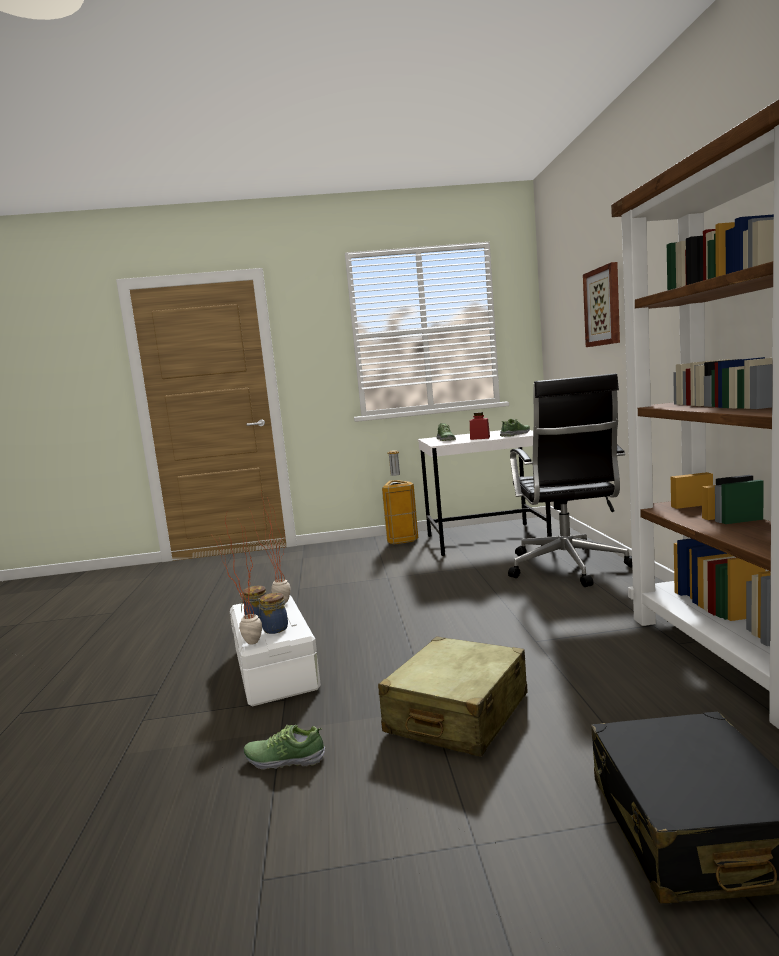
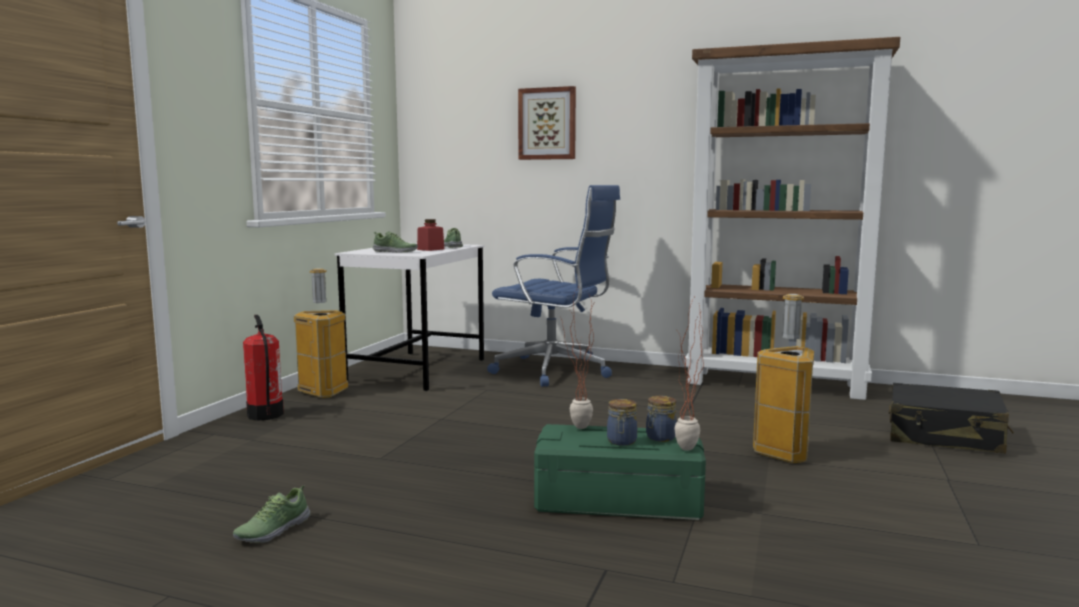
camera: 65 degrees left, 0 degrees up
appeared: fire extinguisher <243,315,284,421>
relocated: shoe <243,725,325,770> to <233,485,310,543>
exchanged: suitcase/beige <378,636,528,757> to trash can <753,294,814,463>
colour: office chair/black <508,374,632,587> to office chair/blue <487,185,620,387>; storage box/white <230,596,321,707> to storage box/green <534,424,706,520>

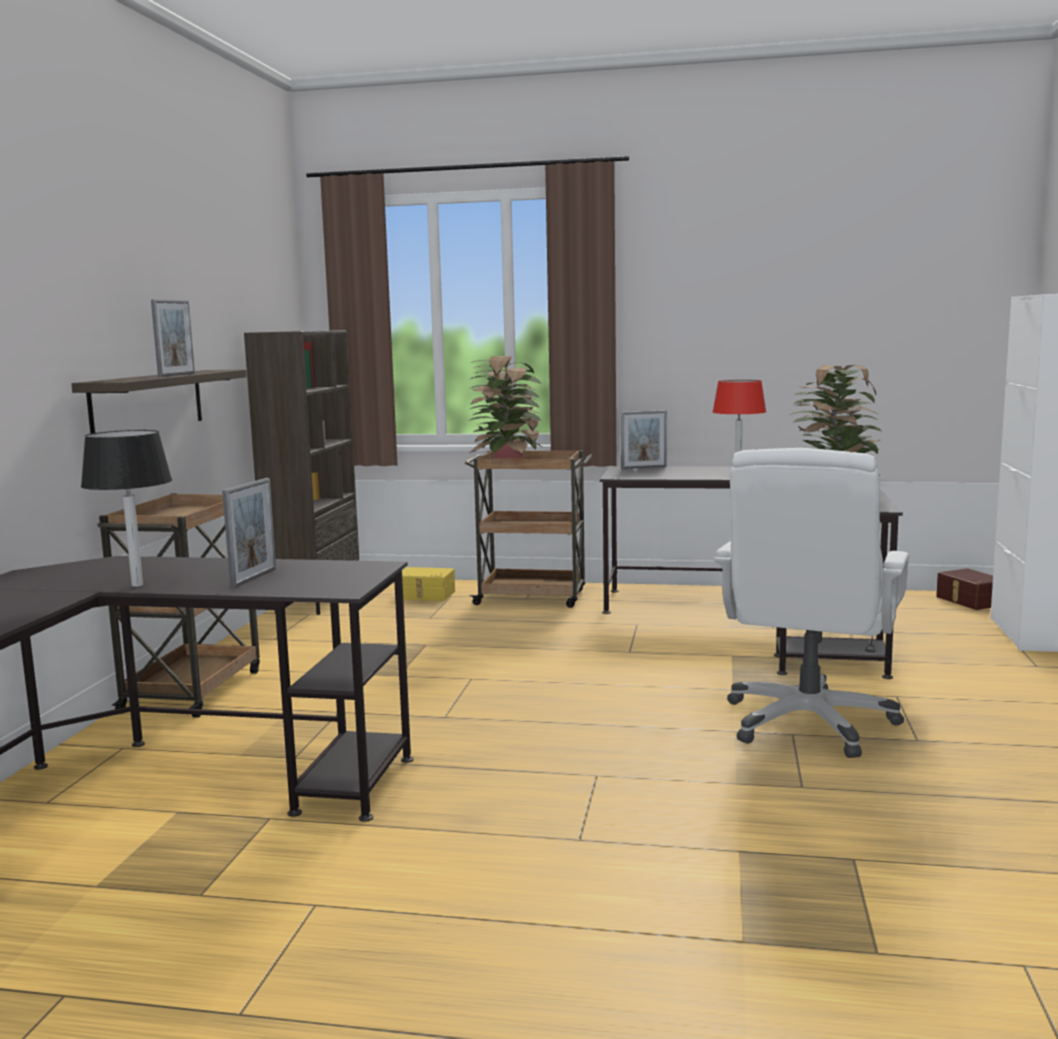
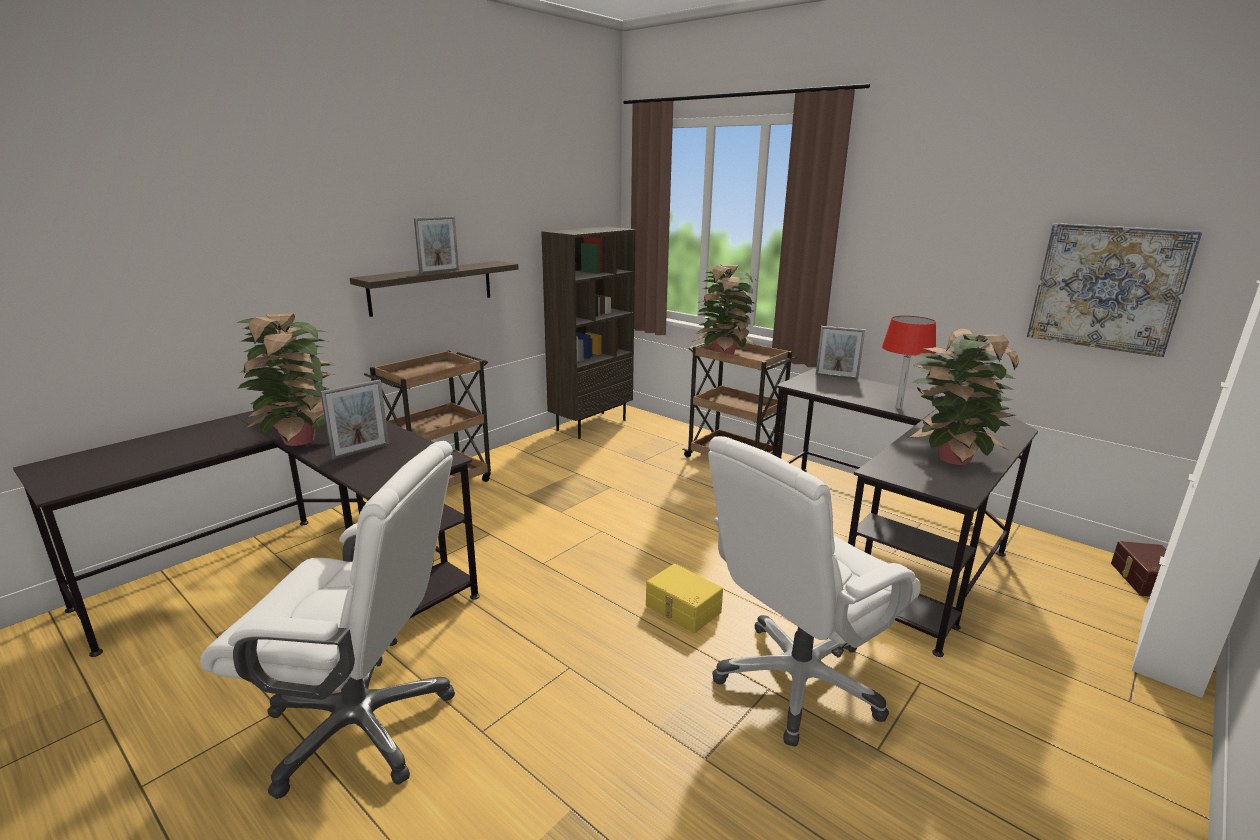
camera: 30 degrees right, 10 degrees up
appeared: office chair/white <200,441,455,799>; picture <1027,223,1203,357>
relocated: storage box/yellow <402,567,455,601> to <646,564,723,633>
exchanged: table lamp/black <81,430,172,587> to potted plant <237,313,335,446>

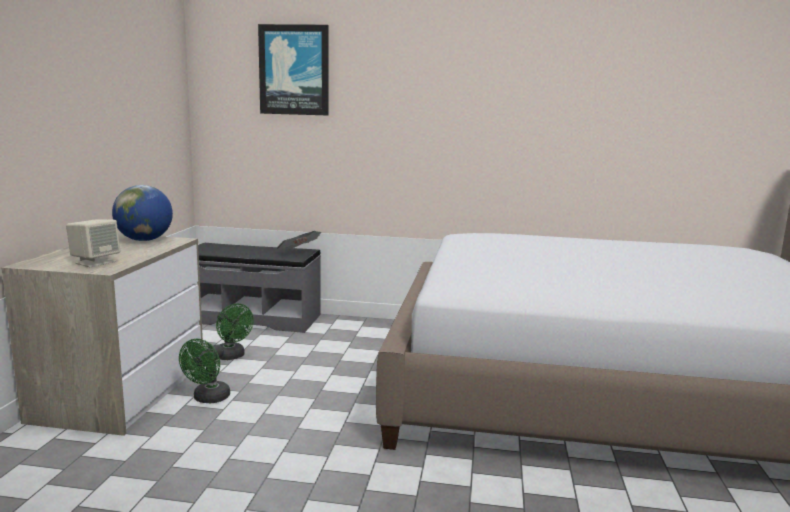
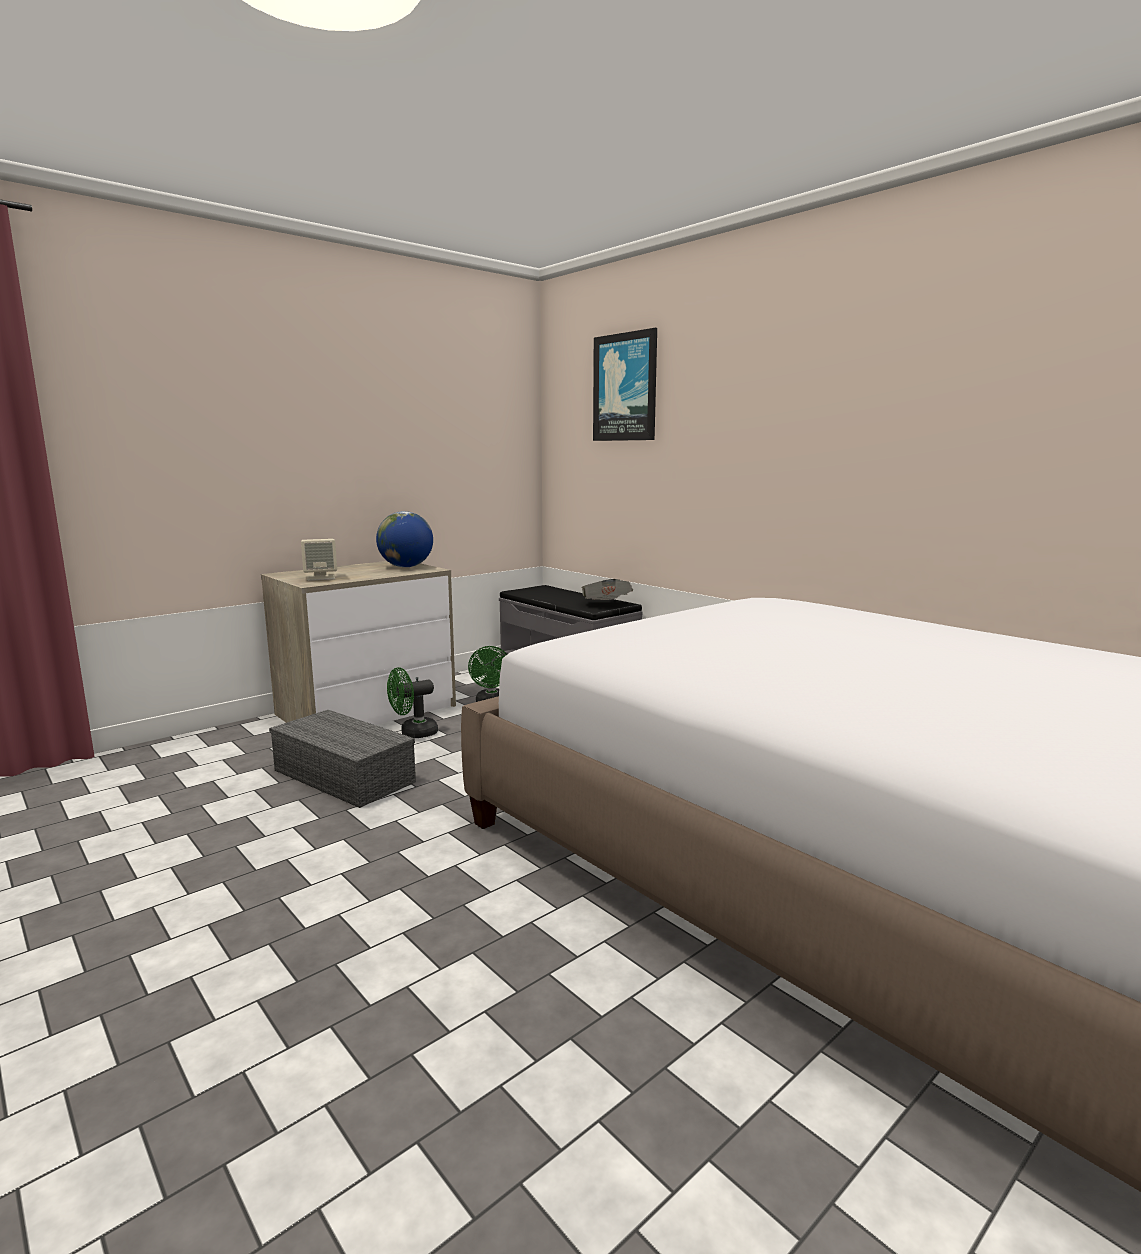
camera: 40 degrees right, 0 degrees up
appeared: storage box/grey <269,710,416,808>

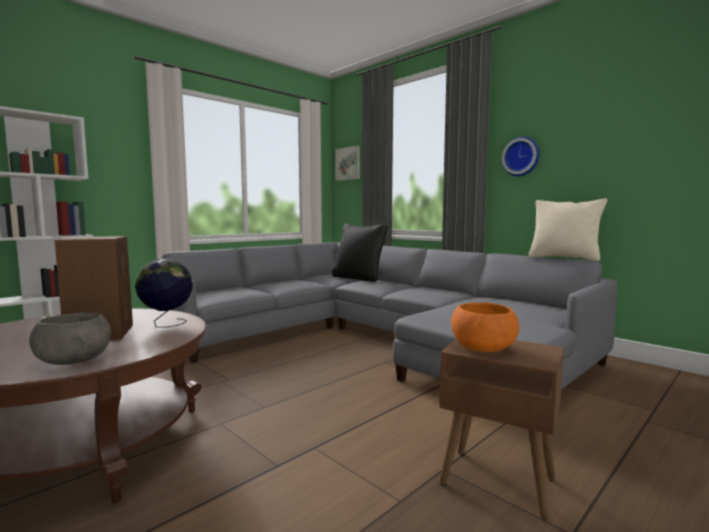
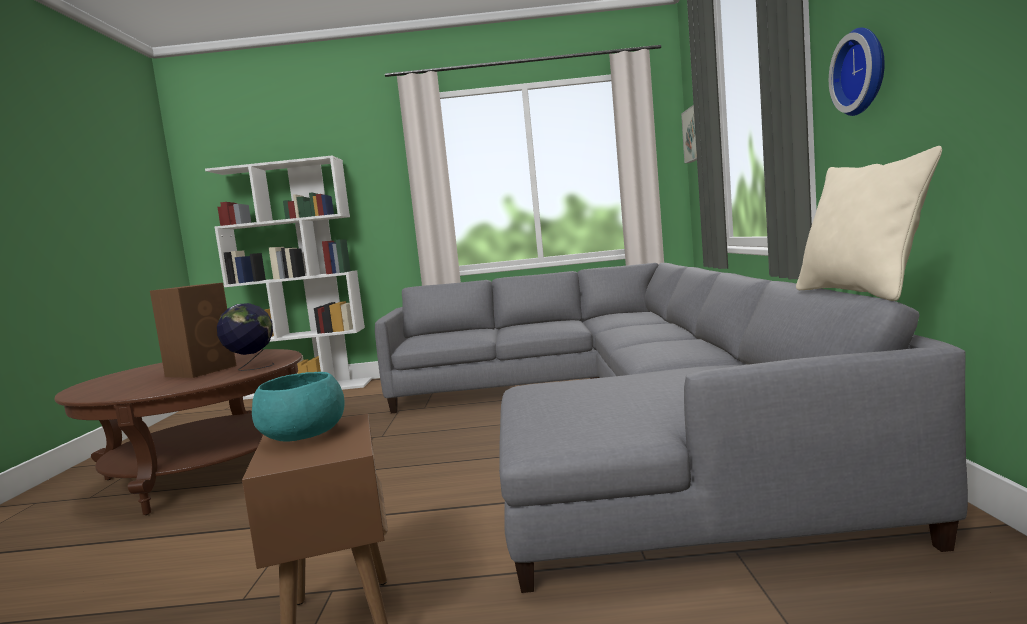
camera: 45 degrees right, 0 degrees up
missing: bowl/grey <29,313,111,365>; pillow/black <332,223,388,282>
colour: bowl/orange <451,302,519,352> to bowl/turquoise <252,372,344,442>

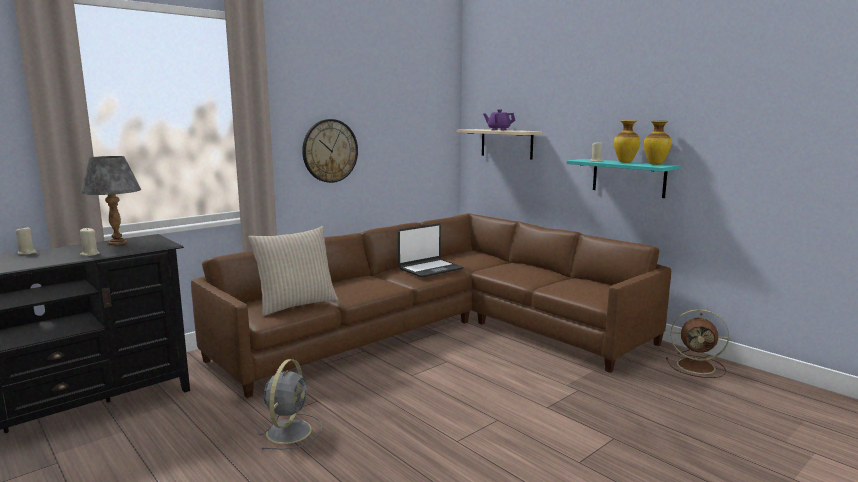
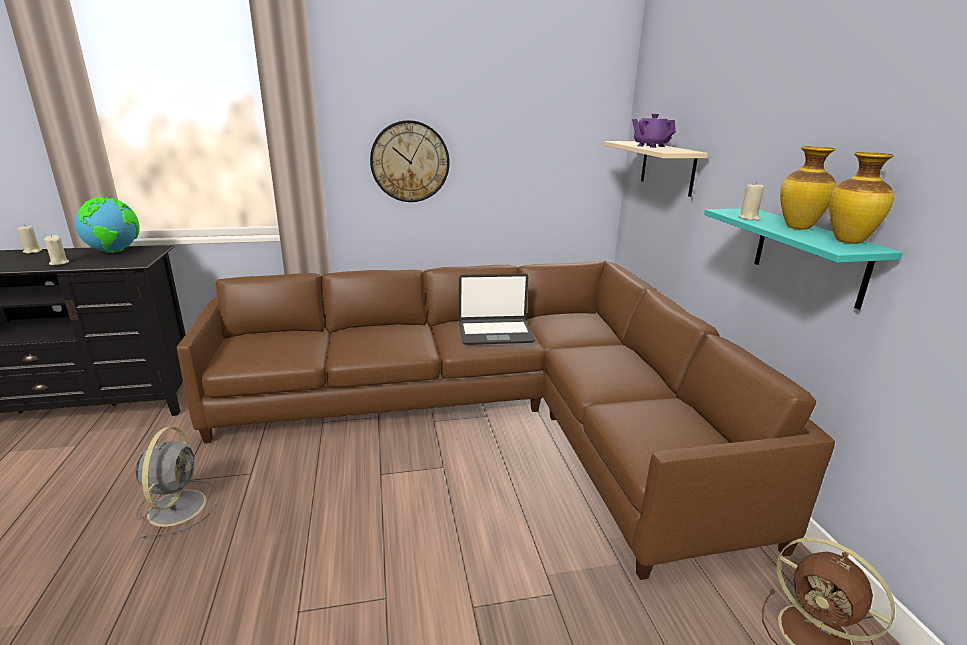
camera: 30 degrees right, 10 degrees up
missing: pillow/beige <248,226,339,316>
exchanged: table lamp/grey <80,156,141,245> to globe <75,197,140,253>
spun: fan/grey <258,359,322,450> = <135,427,219,538> 45 degrees counterclockwise

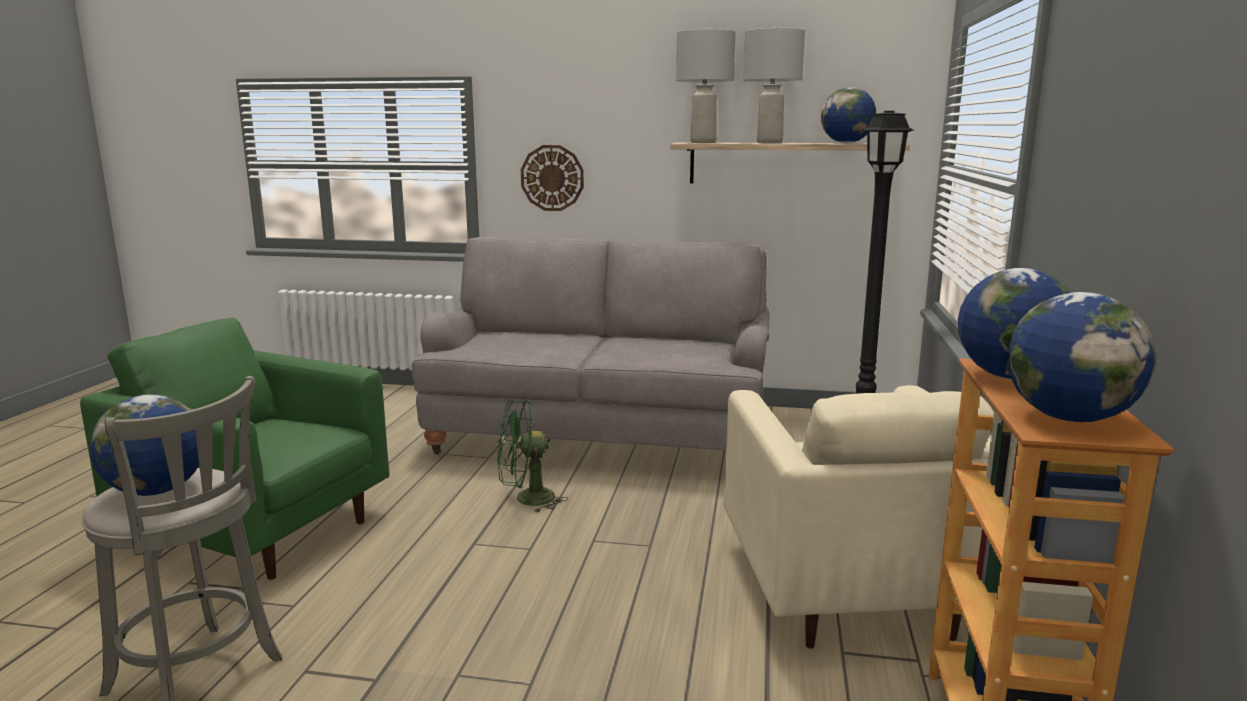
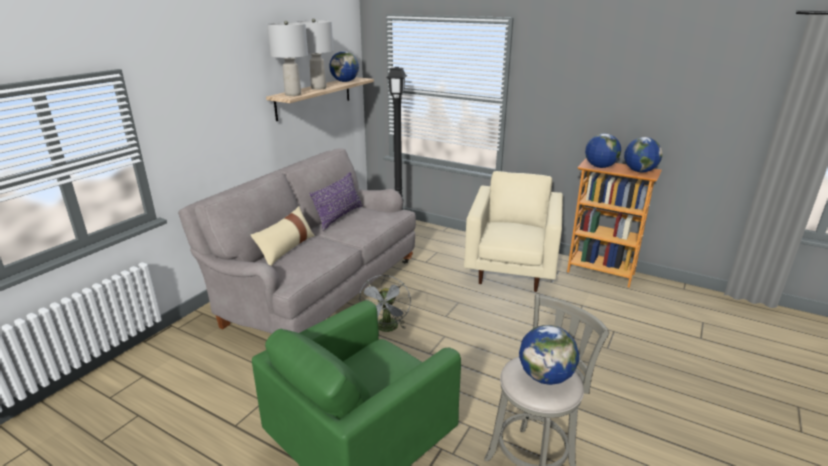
camera: 70 degrees left, 10 degrees up
missing: wall clock <521,145,584,211>
appeared: pillow/beige <251,206,315,266>; pillow/purple <310,172,363,231>
colour: fan/green <498,400,568,513> to fan/grey <359,275,411,332>
spun: armchair/beige <723,385,994,649> = <464,171,563,292> 90 degrees counterclockwise

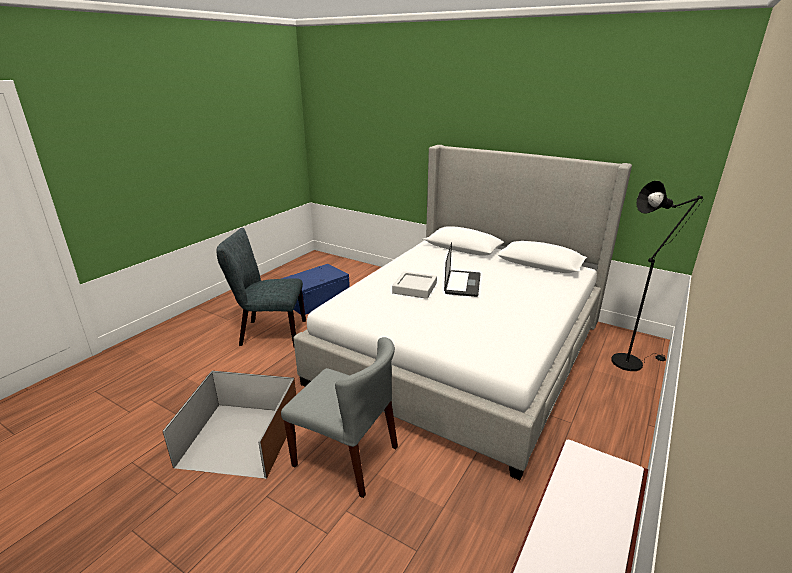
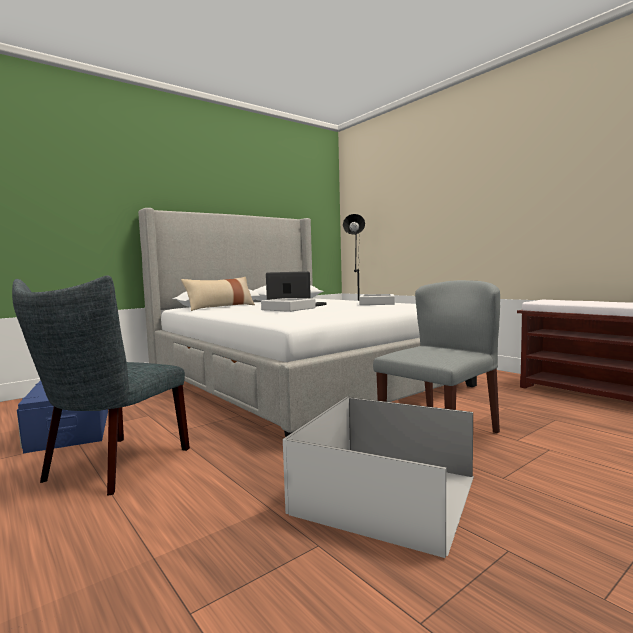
camera: 70 degrees left, 20 degrees down
appeared: pillow/beige <181,277,255,311>; tray/grey <359,294,395,305>
colour: storage box/brown <163,371,296,479> to storage box/white <283,396,474,558>

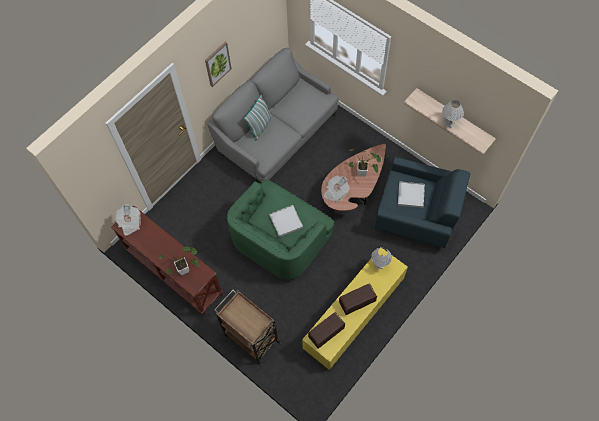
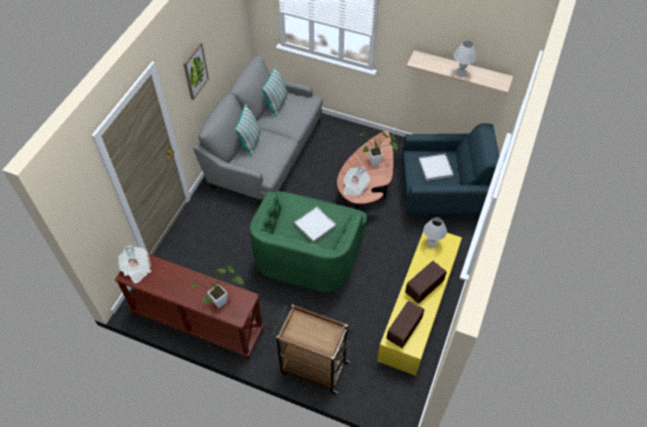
camera: 20 degrees left, 10 degrees down
appeared: pillow <262,66,288,117>

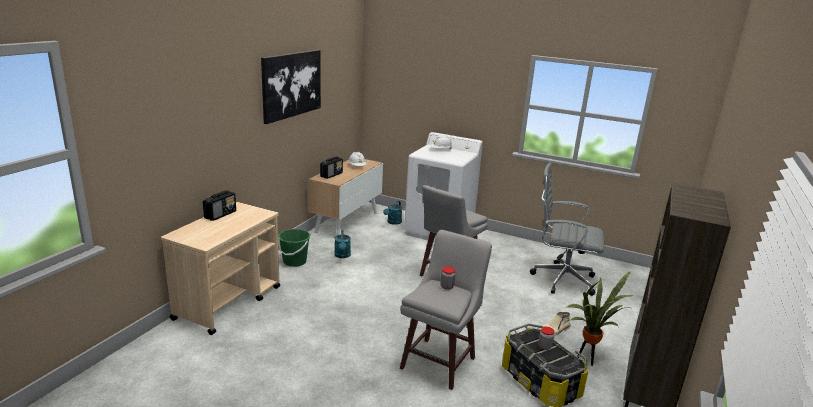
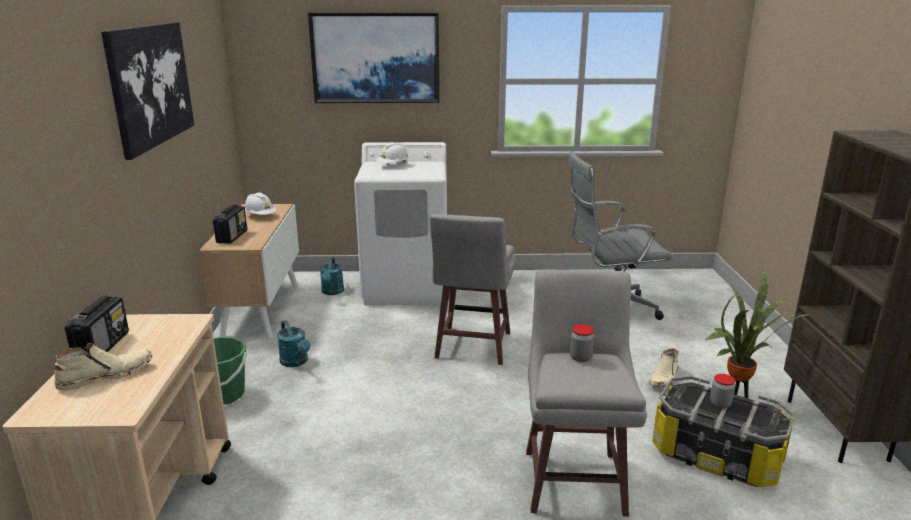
camera: 25 degrees left, 0 degrees up
appeared: boot/beige <54,343,153,390>; picture <308,12,439,103>

